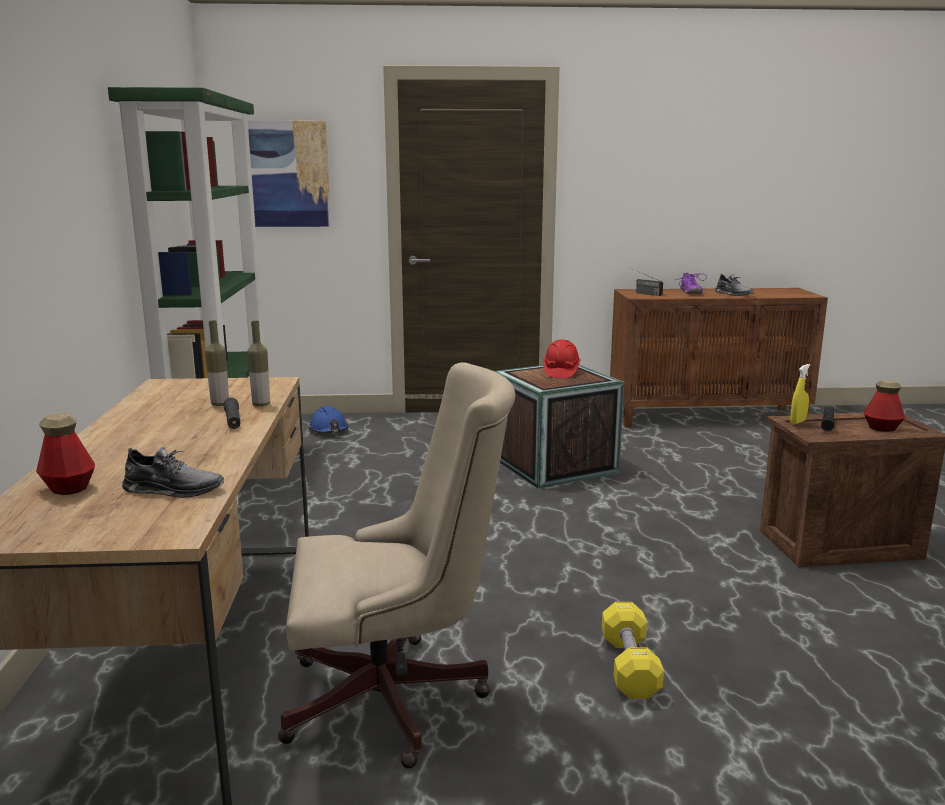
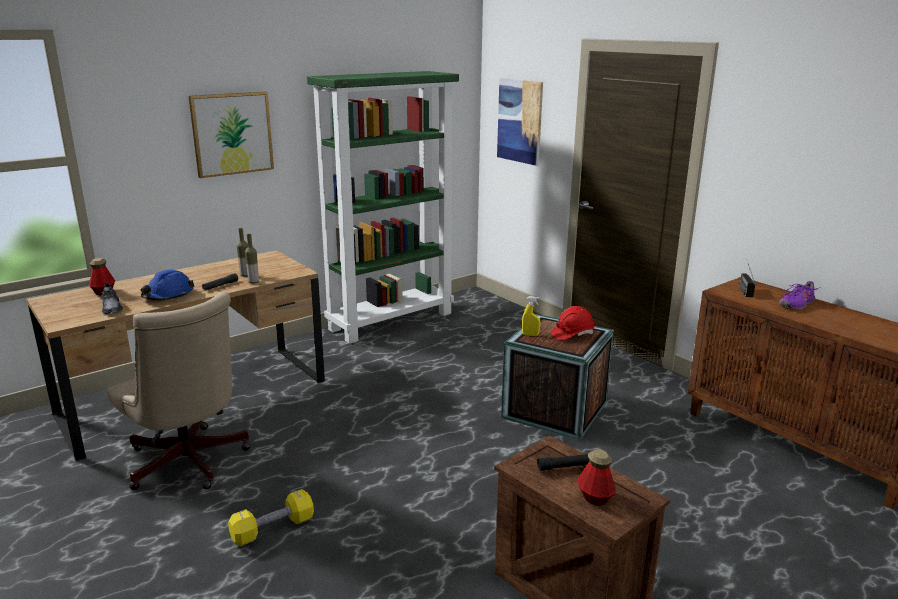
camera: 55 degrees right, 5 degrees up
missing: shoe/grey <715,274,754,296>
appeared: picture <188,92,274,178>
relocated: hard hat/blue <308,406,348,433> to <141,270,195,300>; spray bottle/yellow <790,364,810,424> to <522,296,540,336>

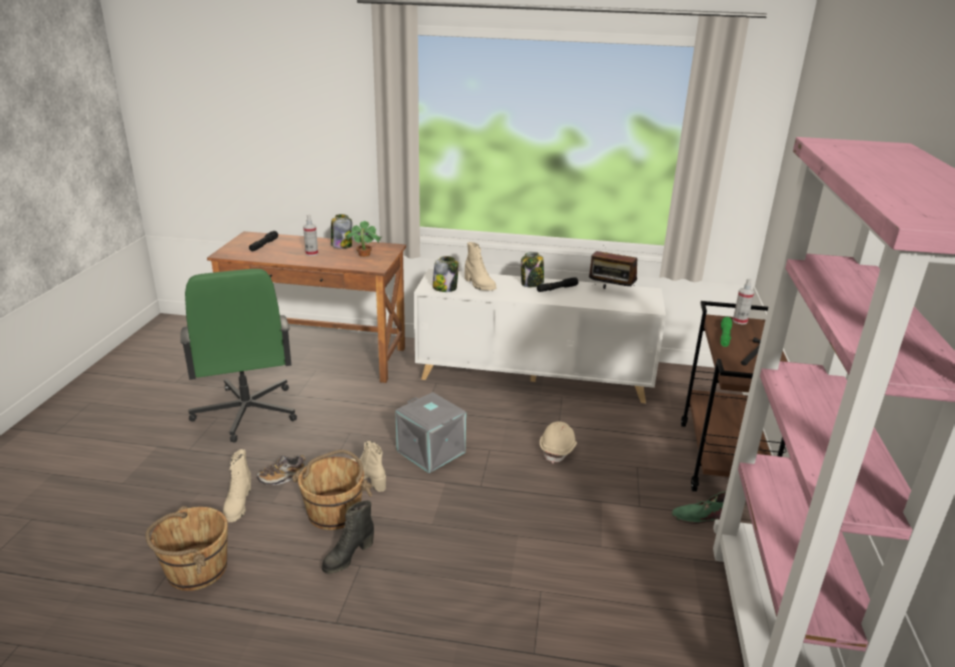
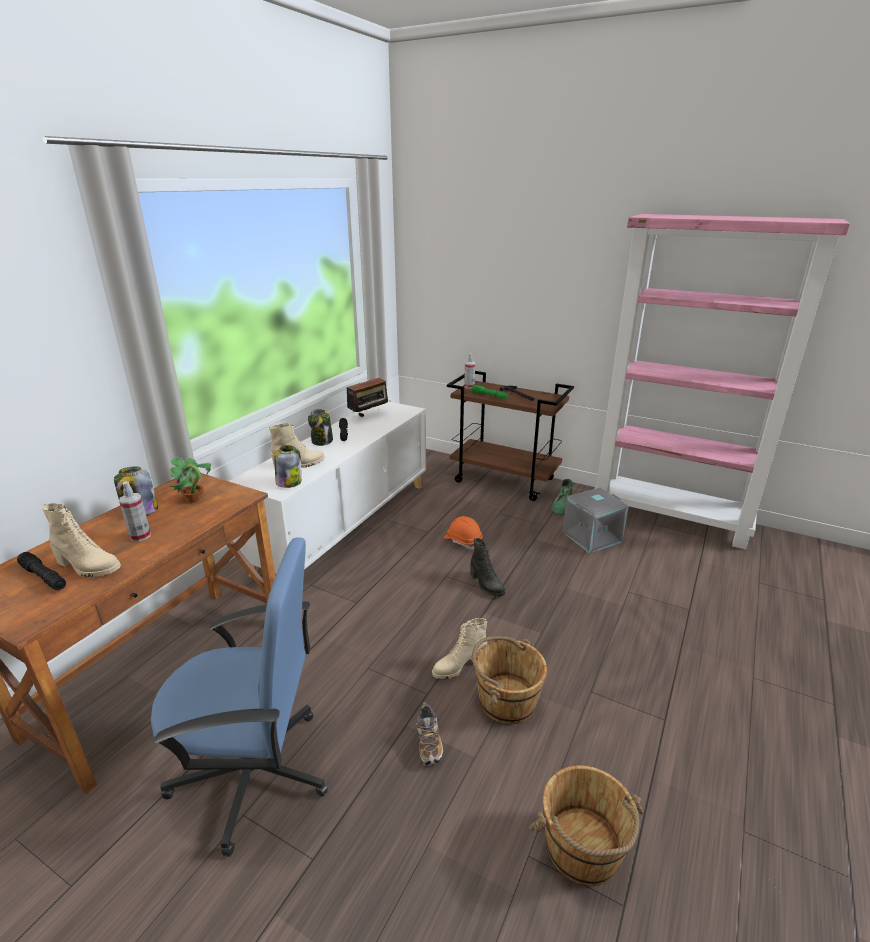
camera: 70 degrees left, 0 degrees up
relocated: boot/beige <223,449,251,522> to <42,503,121,577>; boot/black <322,500,374,574> to <471,538,505,597>; storage box/grey <395,392,466,473> to <563,488,629,553>
colour: office chair/green <180,269,297,443> to office chair/blue <151,537,328,857>; hard hat/beige <540,421,577,464> to hard hat/orange <443,516,482,550>

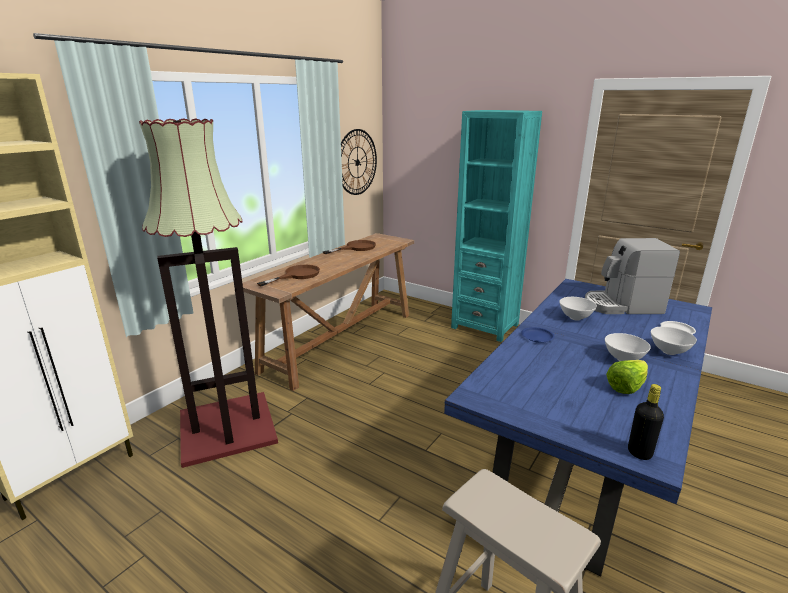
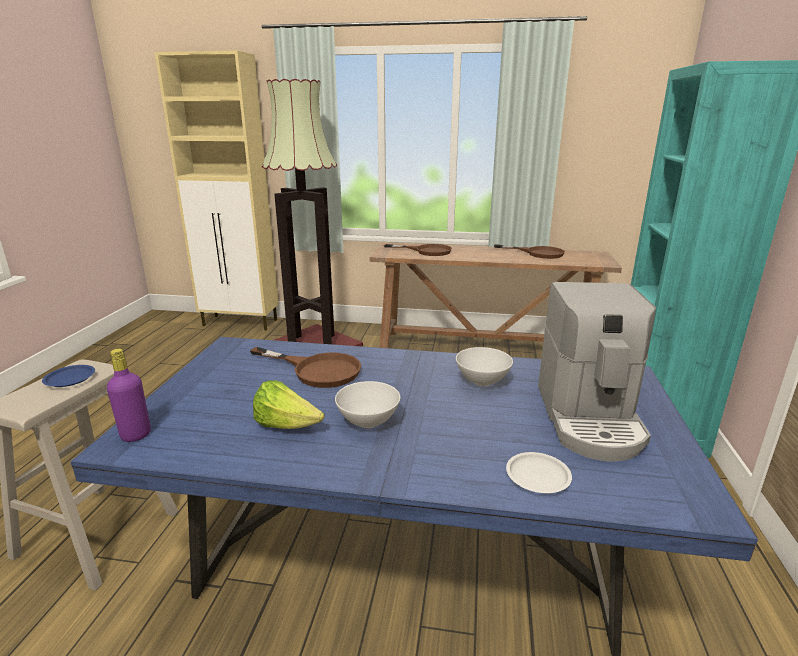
camera: 65 degrees right, 0 degrees up
missing: wall clock <341,129,377,195>; bowl/white <651,326,697,355>
appeared: frying pan/brown <250,347,361,388>
relocated: plate/blue <521,327,555,343> to <42,365,95,387>
colour: bottle/black <628,384,664,460> to bottle/purple <107,349,151,442>
spun: coffee machine <585,238,680,314> = <538,282,656,462> 150 degrees counterclockwise

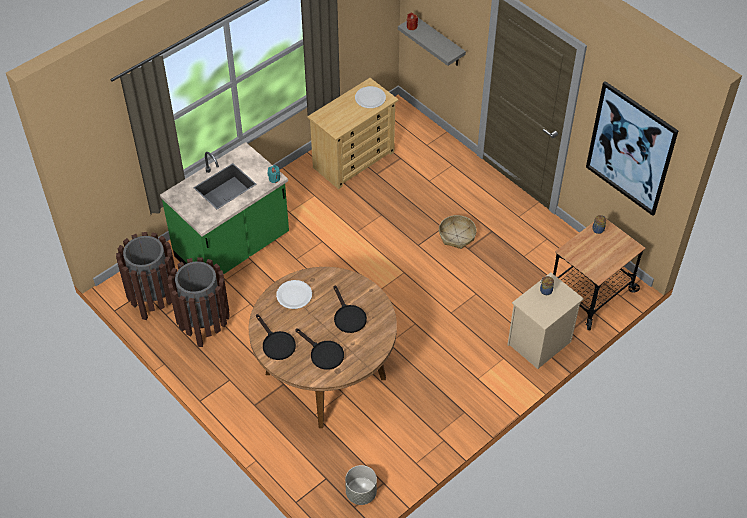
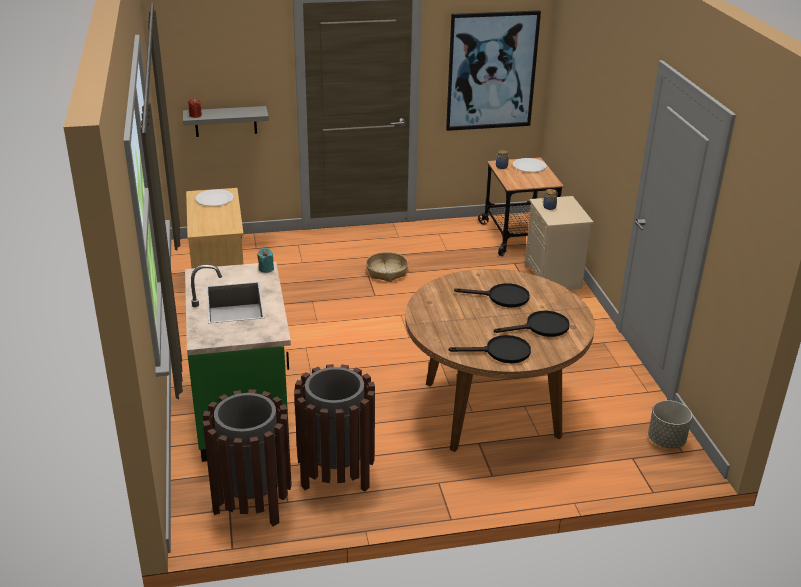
camera: 60 degrees left, 20 degrees down
relocated: plate/white <276,280,312,309> to <513,158,547,172>

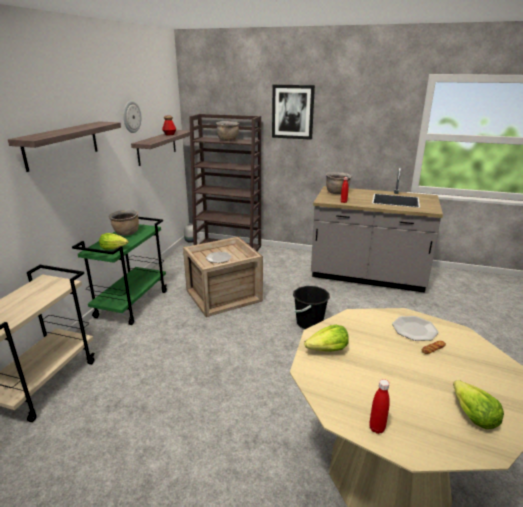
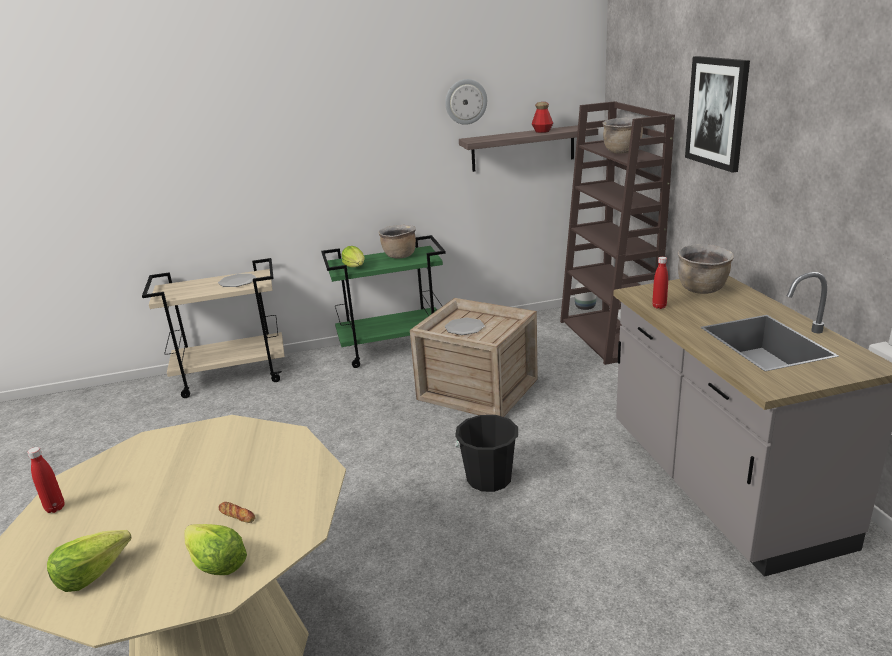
camera: 60 degrees right, 0 degrees up
missing: shelf <8,121,121,172>
relocated: lettuce <304,325,349,352> to <184,524,247,575>; plate <392,316,439,341> to <218,274,257,287>

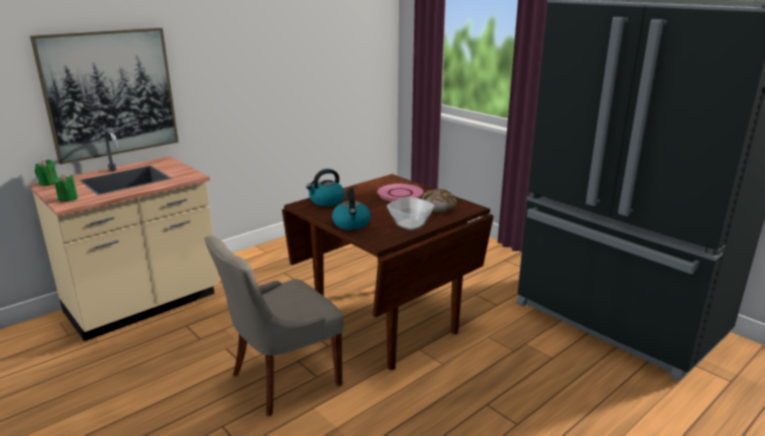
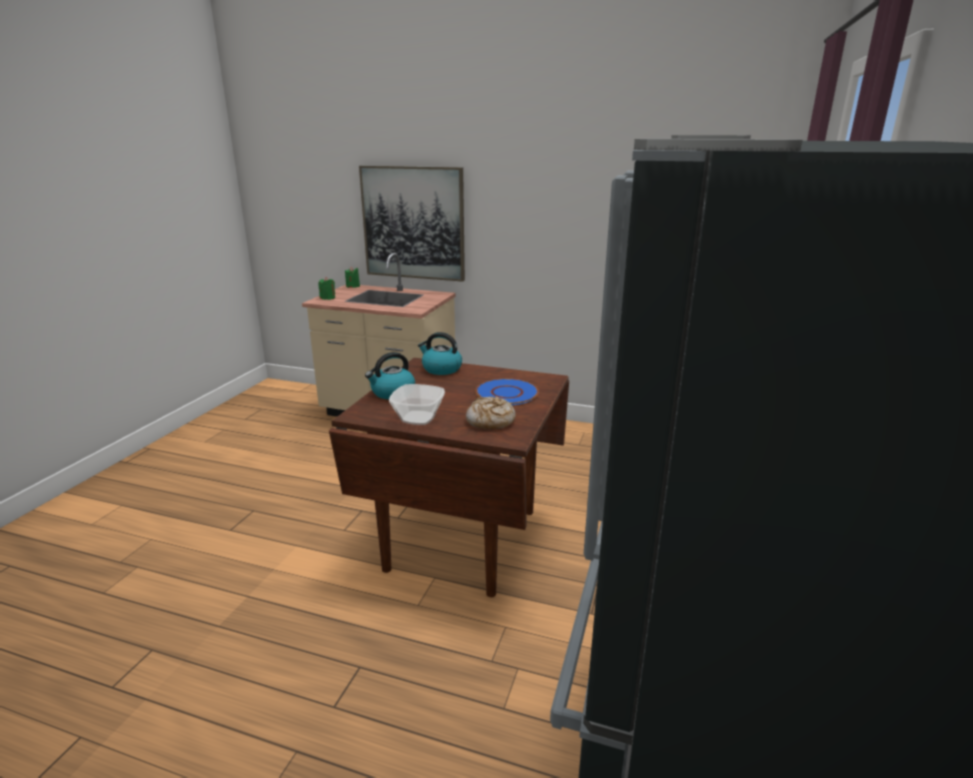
camera: 60 degrees right, 0 degrees up
missing: chair/grey <204,236,344,416>
colour: plate/pink <376,183,425,201> to plate/blue <475,379,539,405>

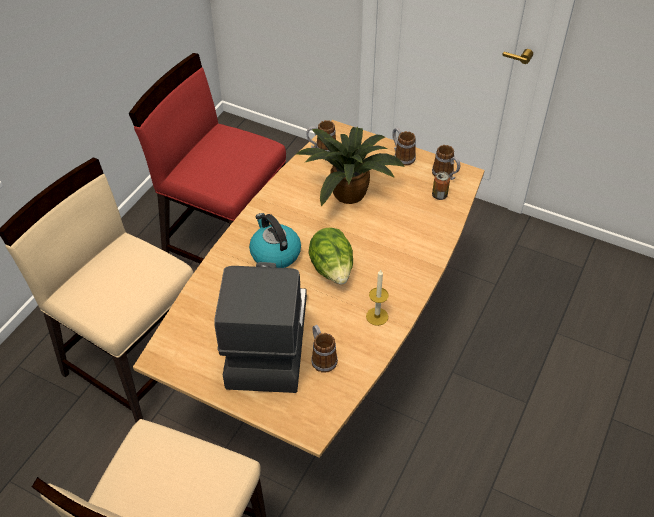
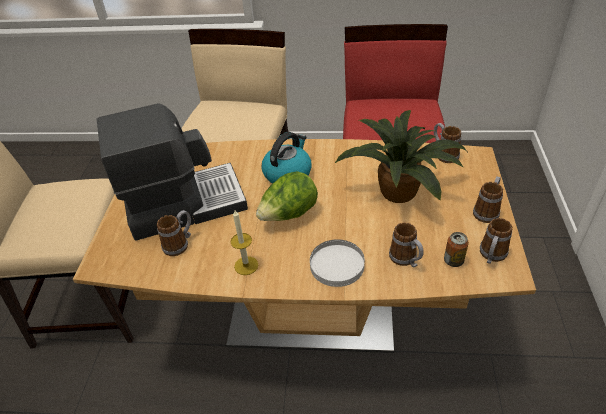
camera: 70 degrees right, 5 degrees down
appeared: plate/white <310,239,365,287>; mug <389,222,424,268>

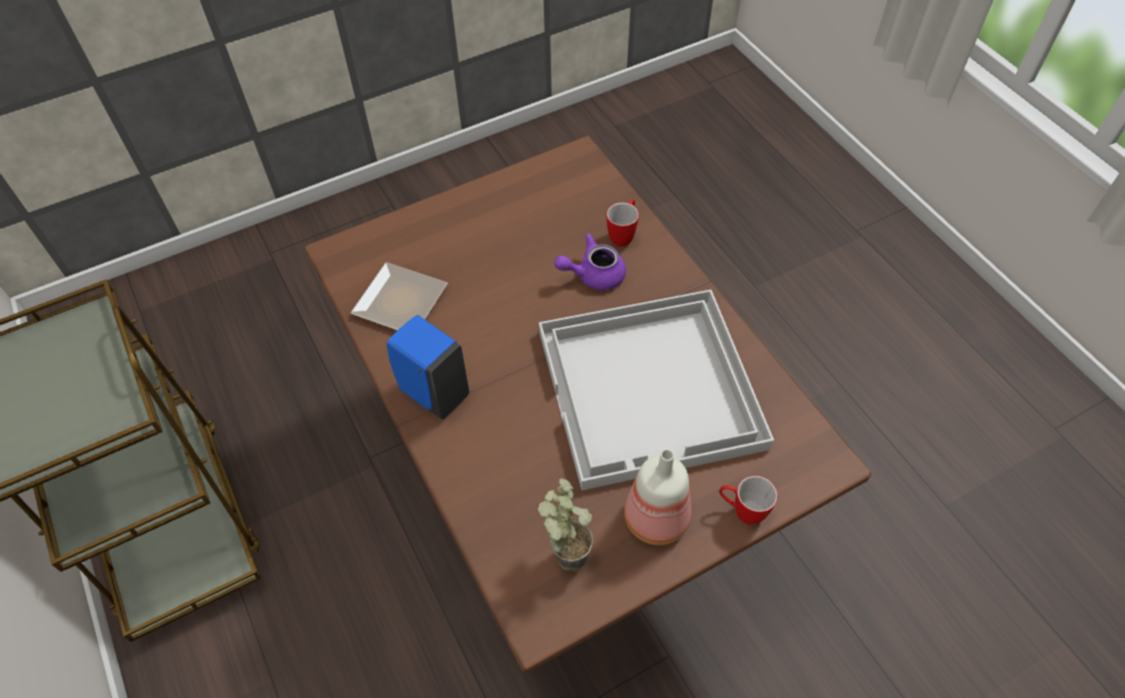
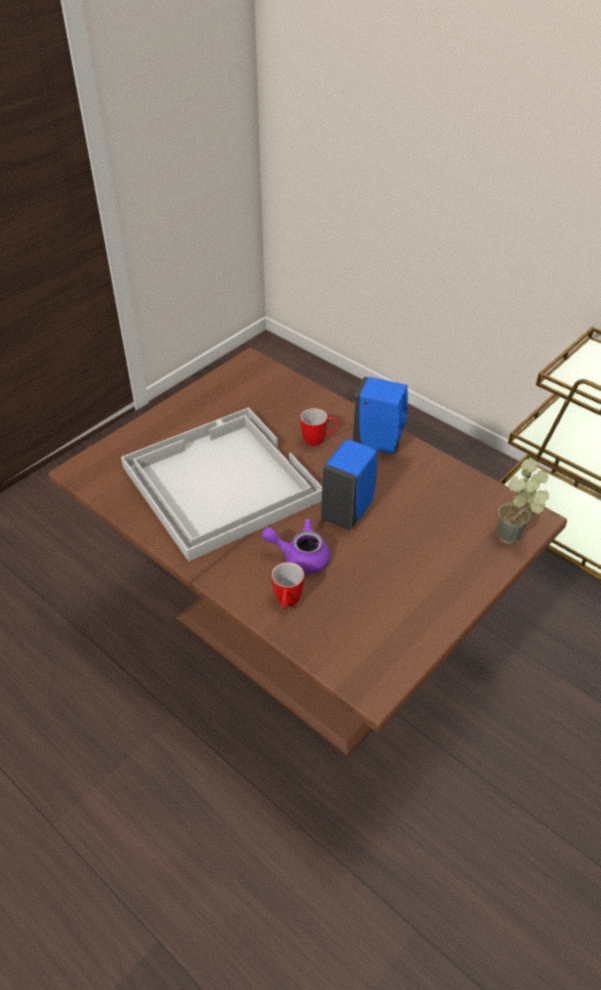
camera: 160 degrees right, 10 degrees down
missing: plate <350,262,448,330>; bottle <624,449,691,545>
appeared: soap dispenser/blue <321,439,377,531>
relocated: mug <719,476,777,525> to <301,408,339,446>; potted plant <538,479,593,571> to <497,458,549,544>
spun: teapot/purple <554,233,626,290> = <262,518,330,574> 135 degrees counterclockwise

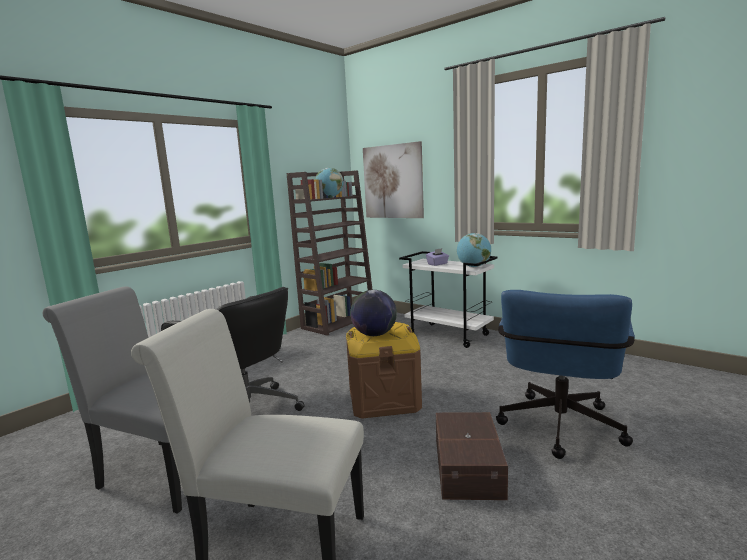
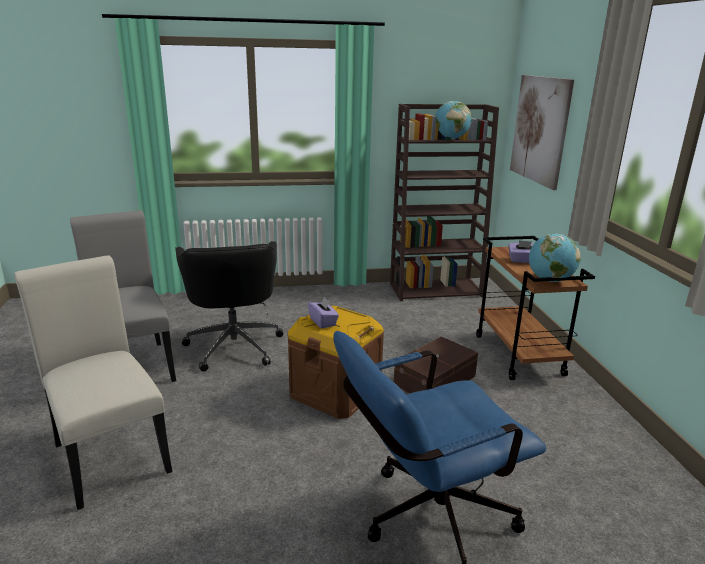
camera: 40 degrees right, 10 degrees up
relocated: storage box/brown <436,412,508,500> to <394,336,478,393>
exchanged: globe <350,290,397,336> to tissue box/purple <308,297,339,329>
colour: cart/white <399,251,497,348> to cart/brown <476,236,595,380>

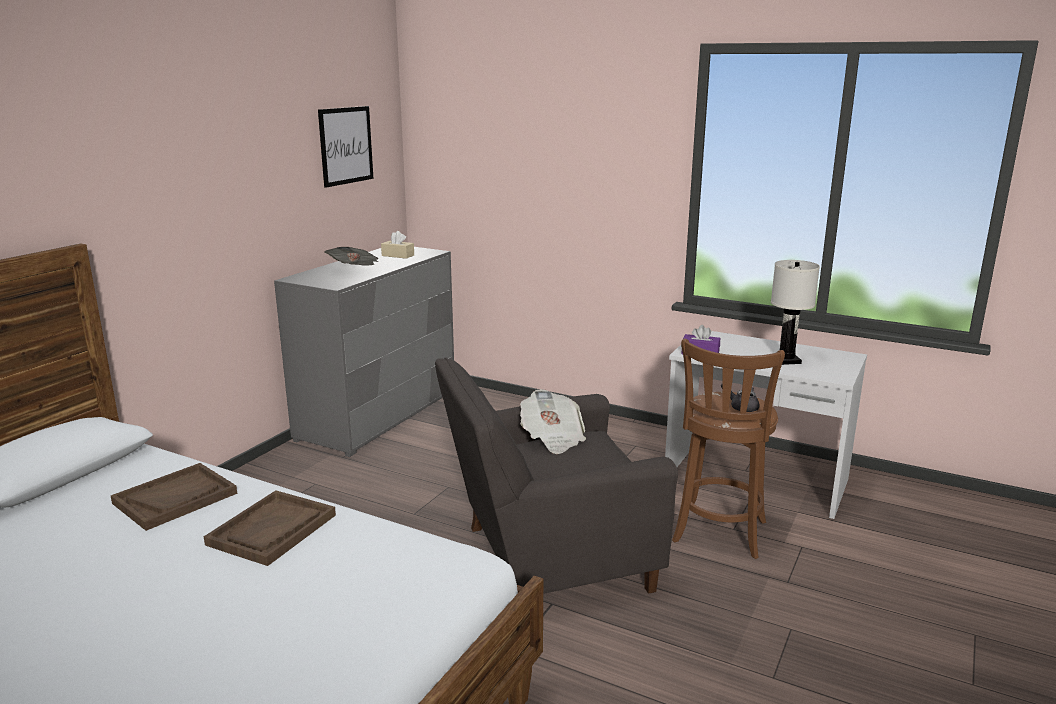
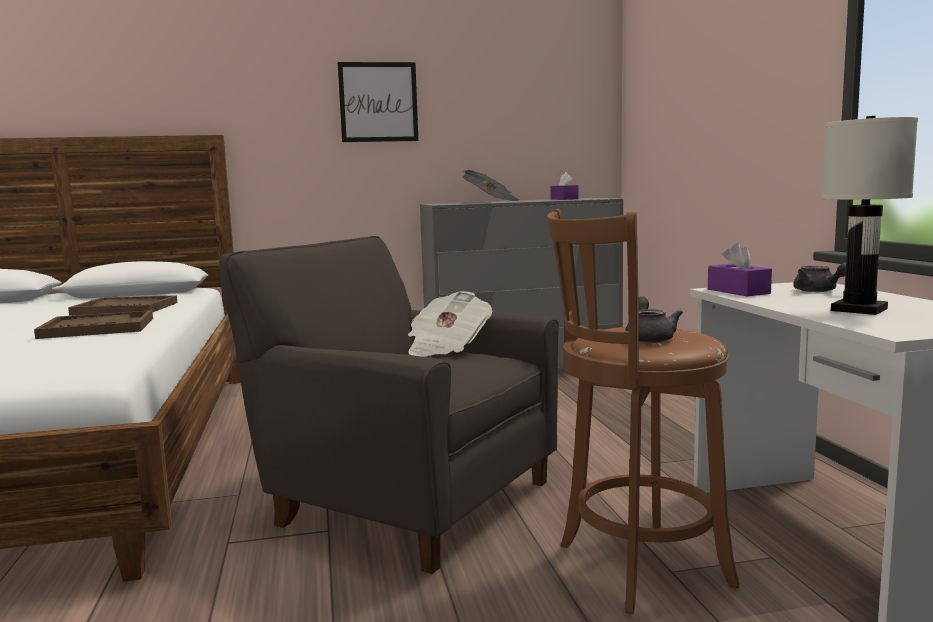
camera: 50 degrees right, 10 degrees down
appeared: teapot/grey <793,262,846,292>
relocated: picture <318,106,374,188> to <338,62,418,142>
colour: tissue box/beige <381,231,414,259> to tissue box/purple <551,172,579,200>

